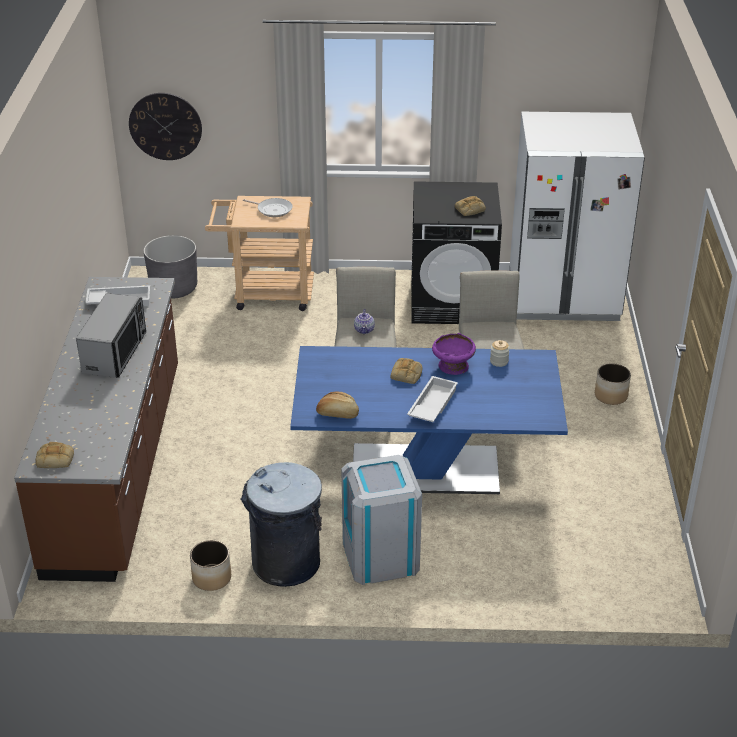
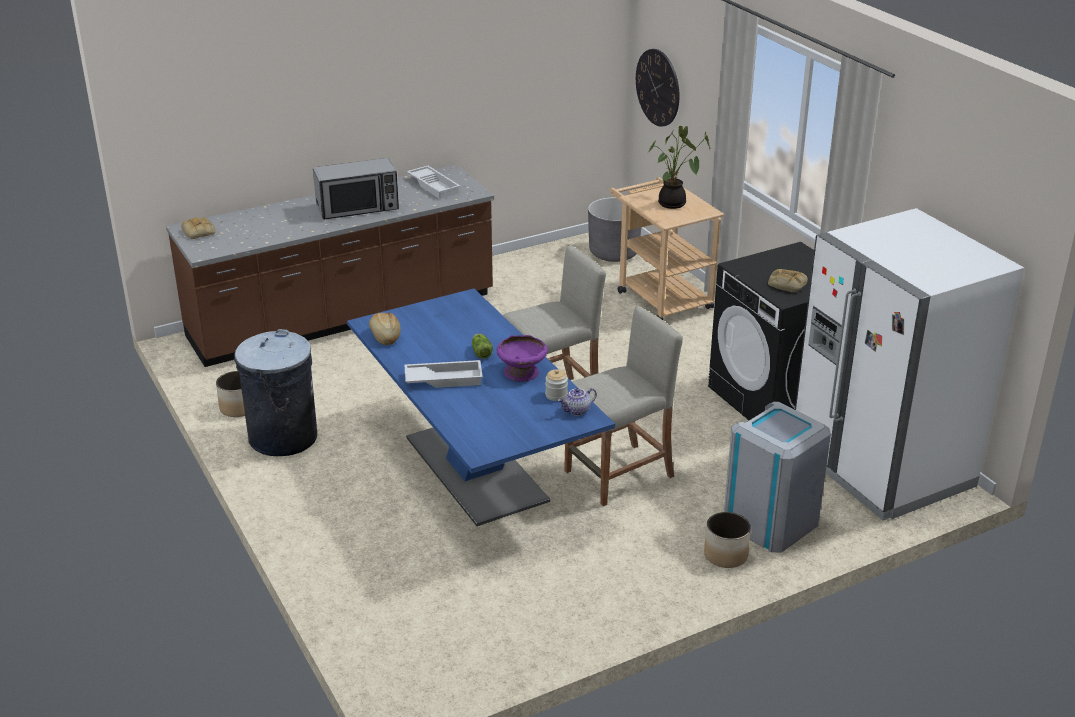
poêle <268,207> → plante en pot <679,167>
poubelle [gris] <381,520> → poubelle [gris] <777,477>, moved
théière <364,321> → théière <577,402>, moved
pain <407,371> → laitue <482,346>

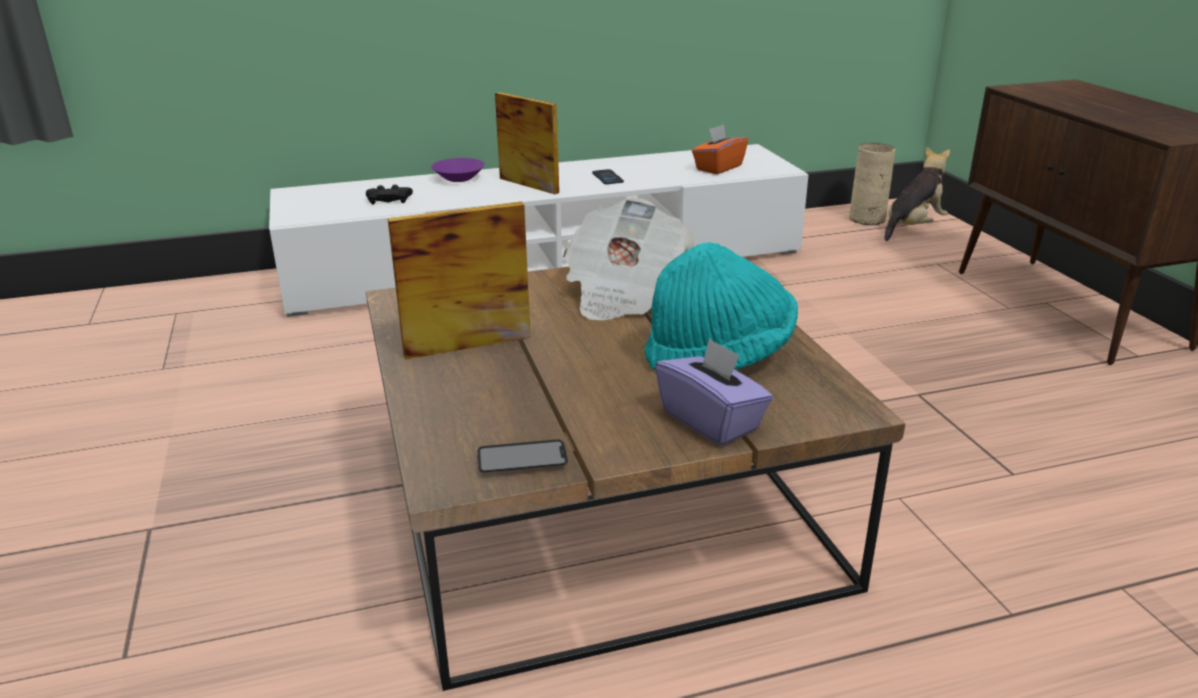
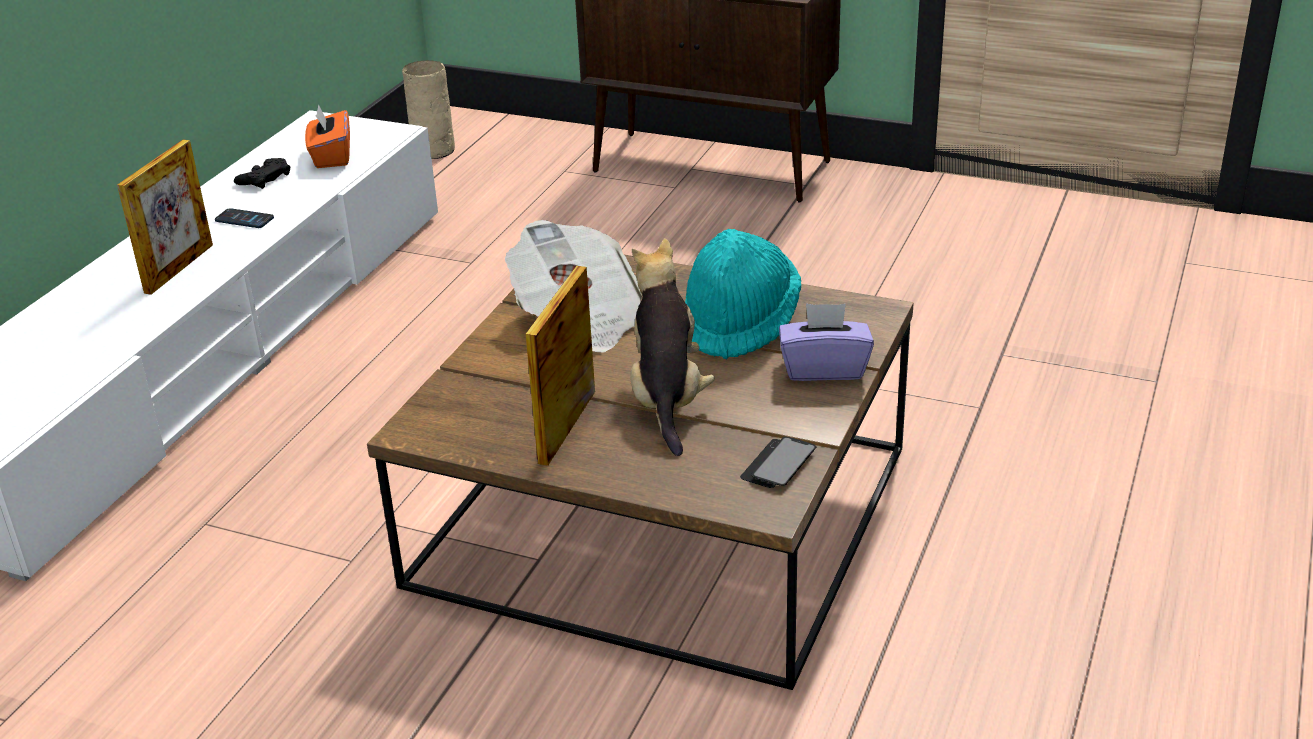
manette [noir] <389,195> → manette [noir] <262,173>, moved
bol [violet] <458,170> → -
cadre photo <527,143> → cadre photo <165,217>, 120 degrees clockwise
peluche <917,193> → peluche <672,347>, moved

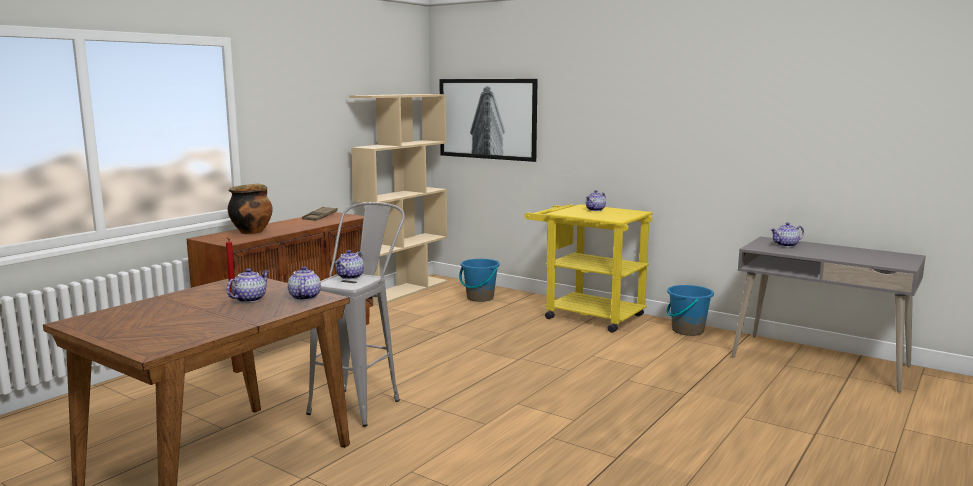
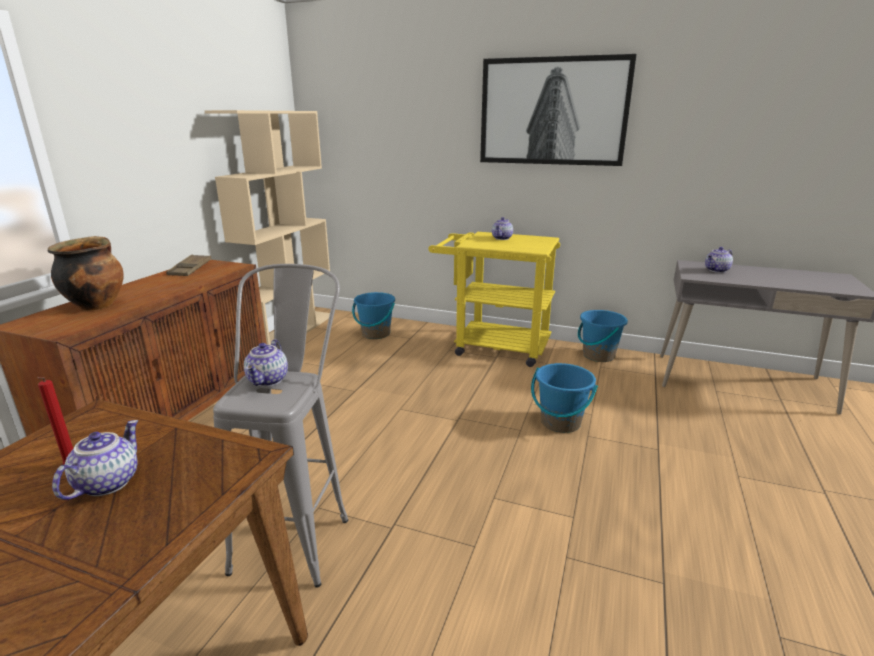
théière <304,283> → -
tableau <488,120> → tableau <558,110>, moved
- → seau [bleu] <564,398>

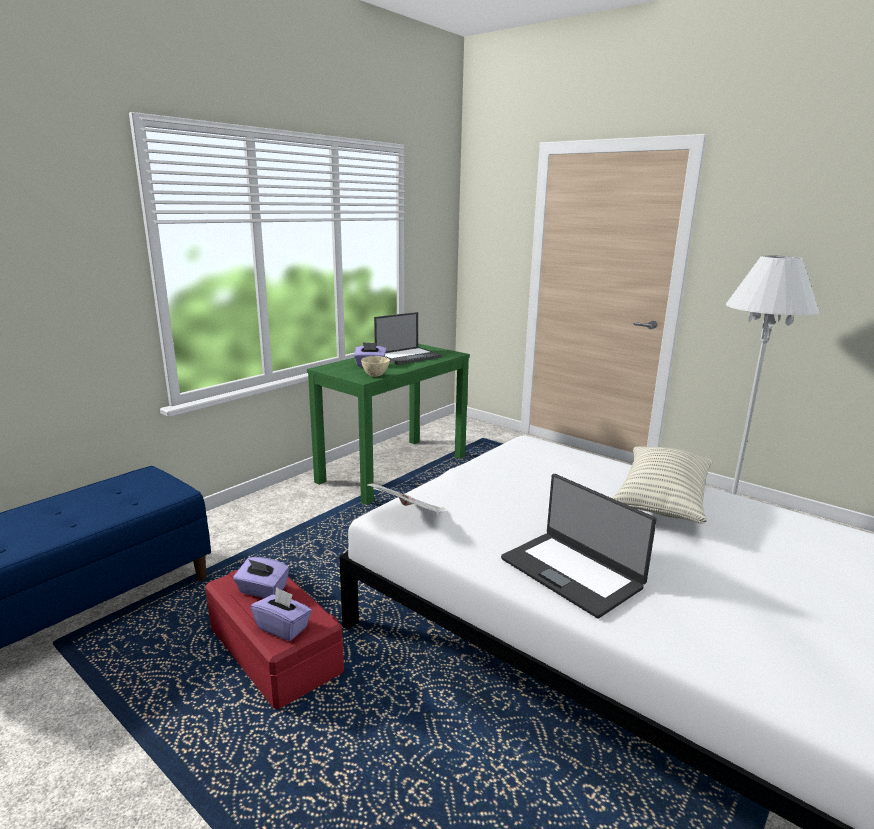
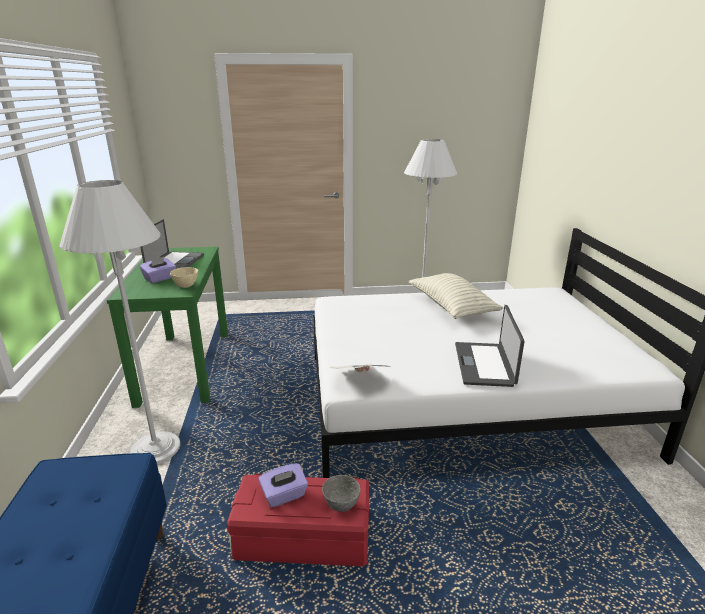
boîte à mouchoirs [violet] <281,614> → bol [gris] <341,493>
ordinateur portable <579,546> → ordinateur portable <490,346>, 90 degrees clockwise
- → lampadaire [blanc] <119,322>

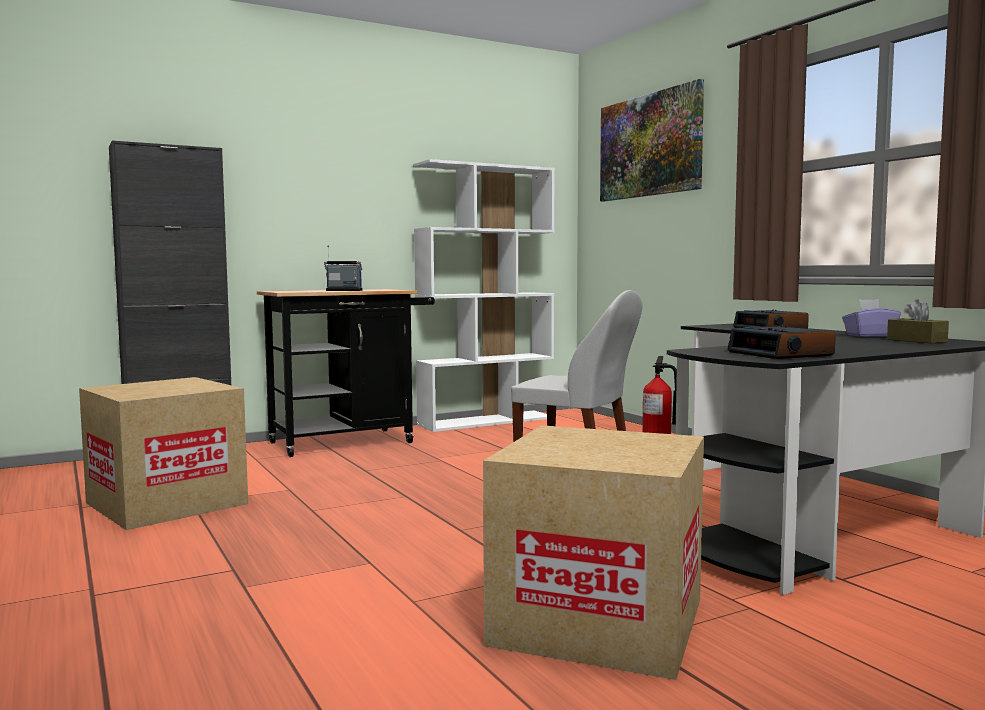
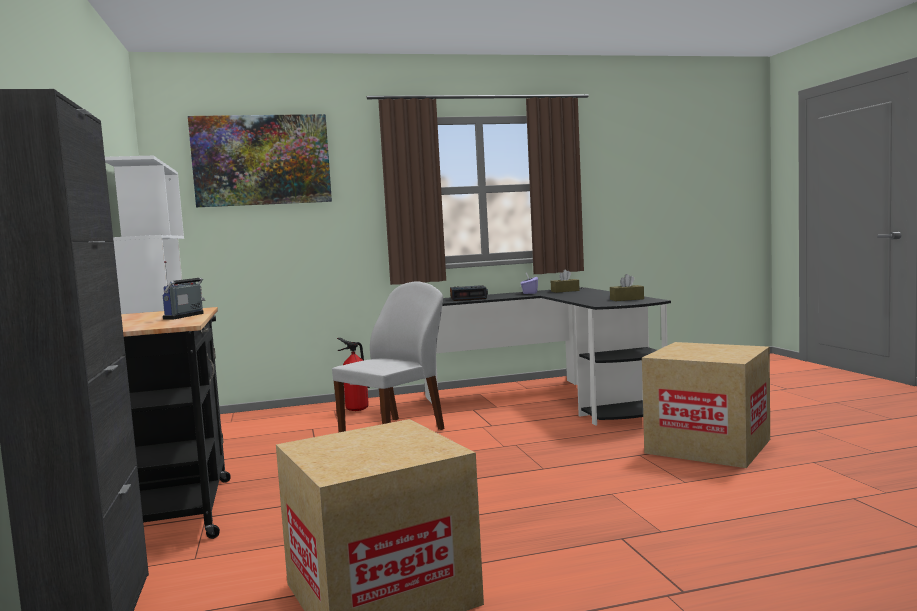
réveil <781,342> → boîte à mouchoirs [marron] <627,287>

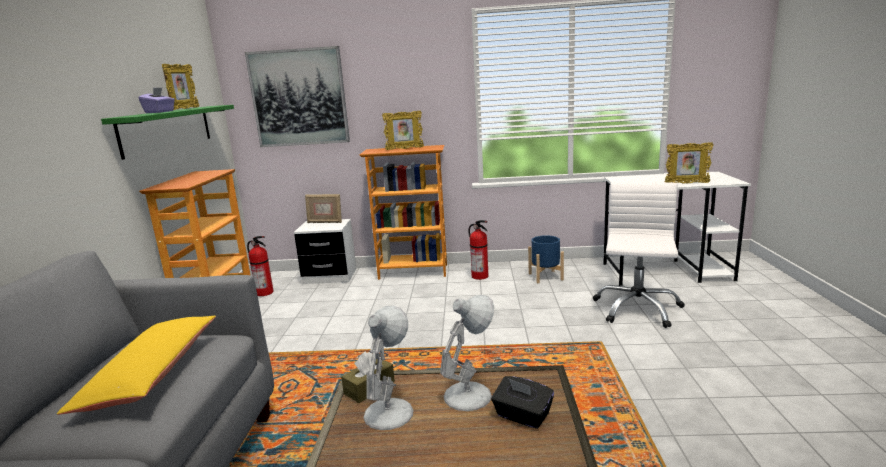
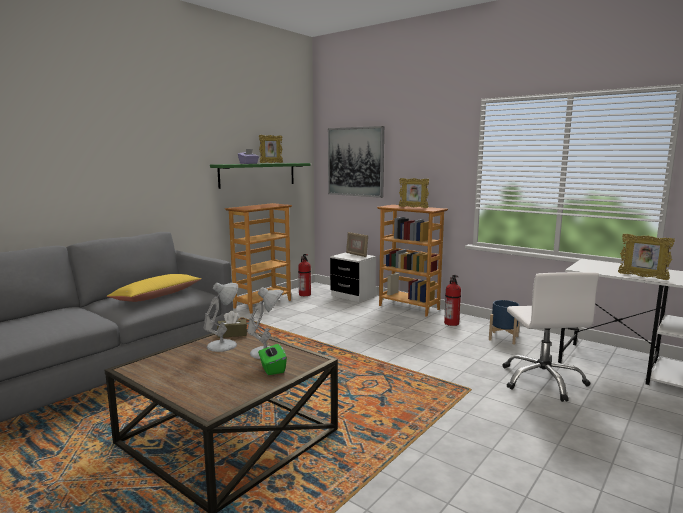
boîte à mouchoirs [noir] <522,402> → boîte à mouchoirs [vert] <272,358>
chaise de bureau [blanc] <639,255> → chaise de bureau [blanc] <550,337>, 120 degrees clockwise

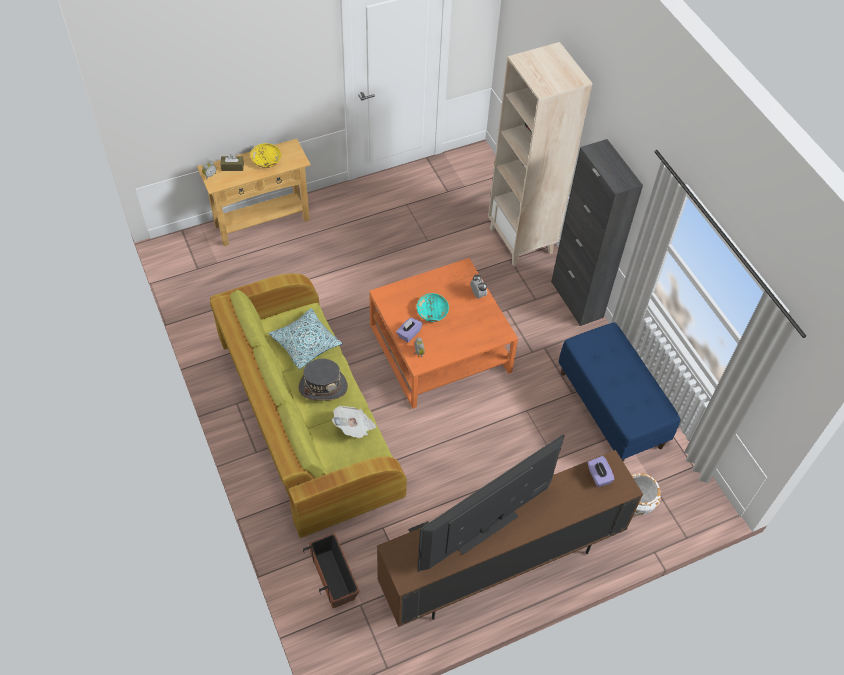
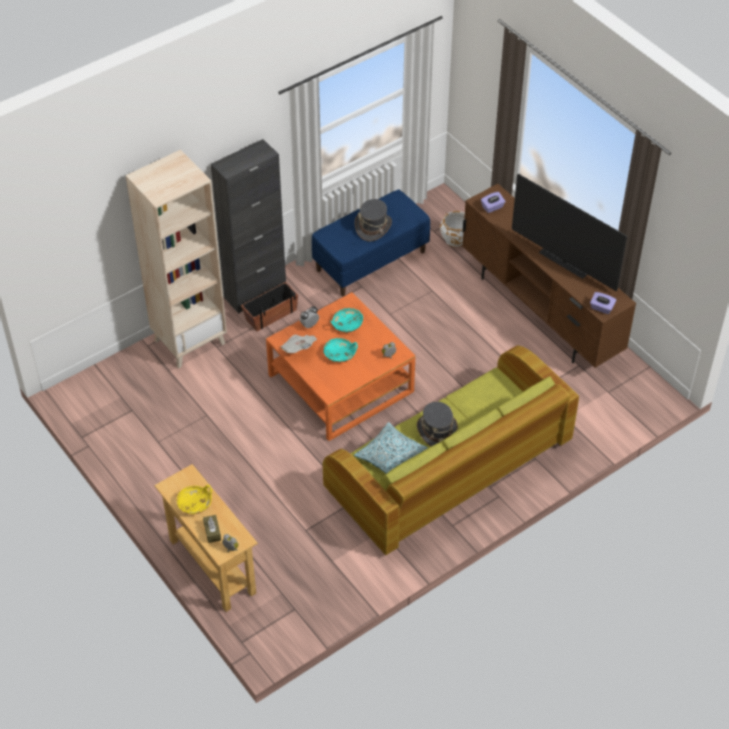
cache-pot <331,570> → cache-pot <269,306>, moved
journal <354,422> → journal <298,344>, moved
boîte à mouchoirs [violet] <409,330> → boîte à mouchoirs [violet] <603,303>, moved
- → bol [turquoise] <346,320>
- → chapeau [gris] <373,220>

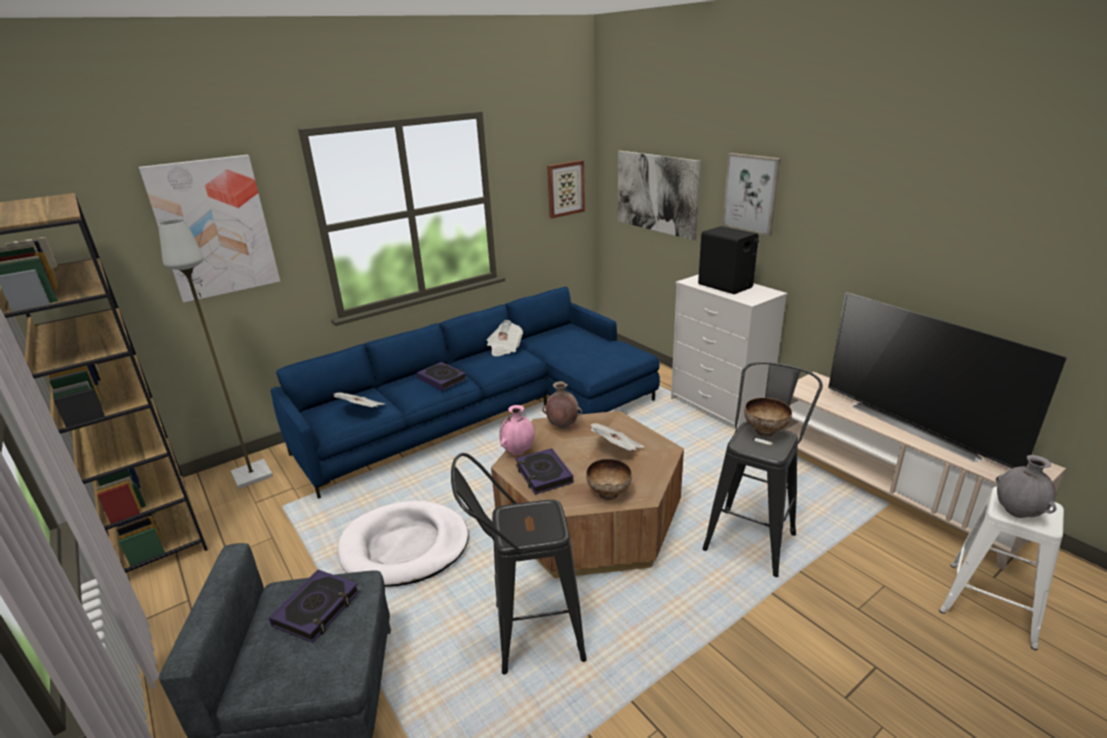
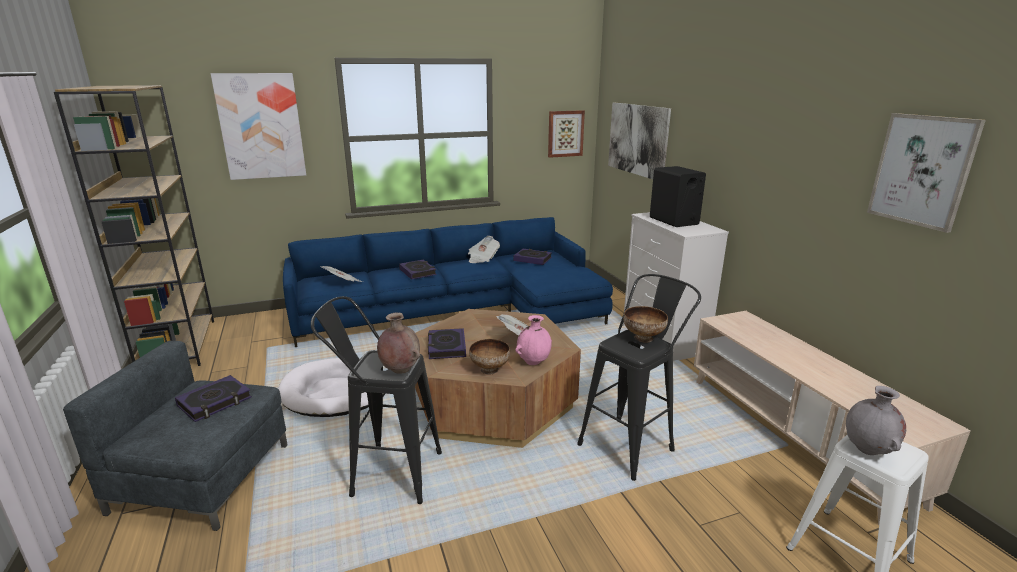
lampadaire [gris] <215,354> → -
vase [rose] <517,430> → vase [rose] <533,340>, moved
vase [marron] <562,405> → vase [marron] <398,343>, moved
tableau <751,194> → tableau <926,173>, moved
téléviseur <947,380> → -
- → livre <532,257>

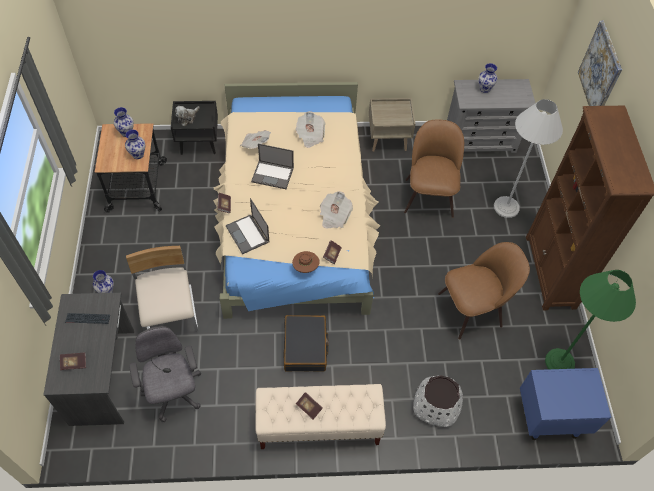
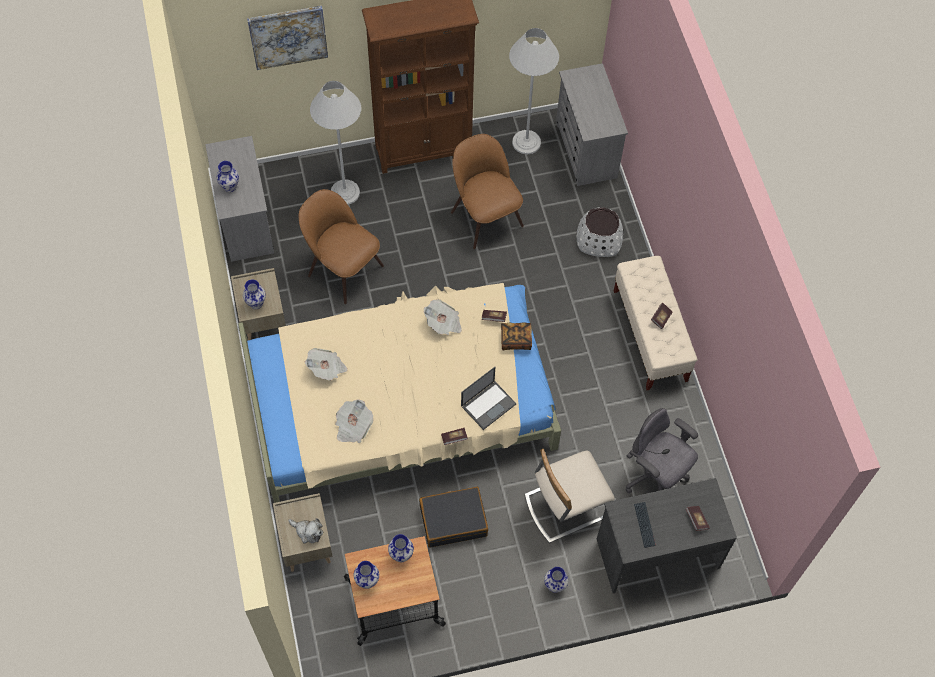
chaise de bureau [gris] <165,374> → chaise de bureau [gris] <662,450>, 75 degrees clockwise
table de chevet [noir] <194,128> → table de chevet [beige] <303,532>
ordinateur portable <272,166> → -
valise [noir] <306,343> → valise [noir] <453,517>, moved
chapeau [marron] <306,262> → livre <516,336>
chaise [marron] <434,168> → chaise [marron] <341,246>, 45 degrees clockwise
table de chevet [bleu] <565,404> → commode [gris] <592,124>
lampadaire [vert] <590,319> → lampadaire [blanc] <534,91>
- → vase <254,294>

